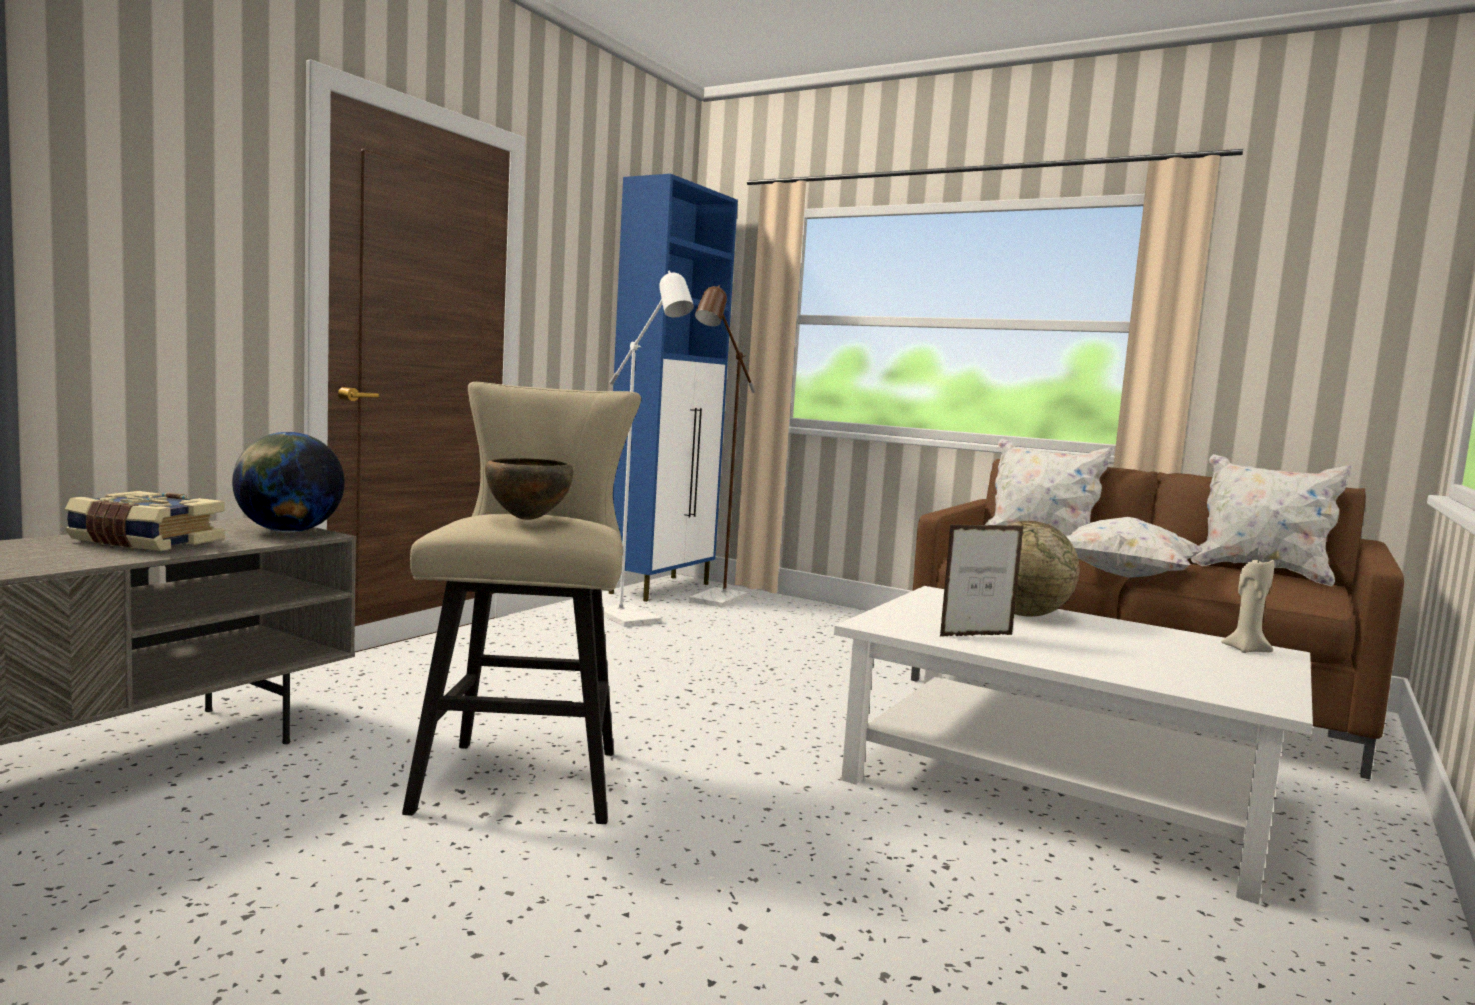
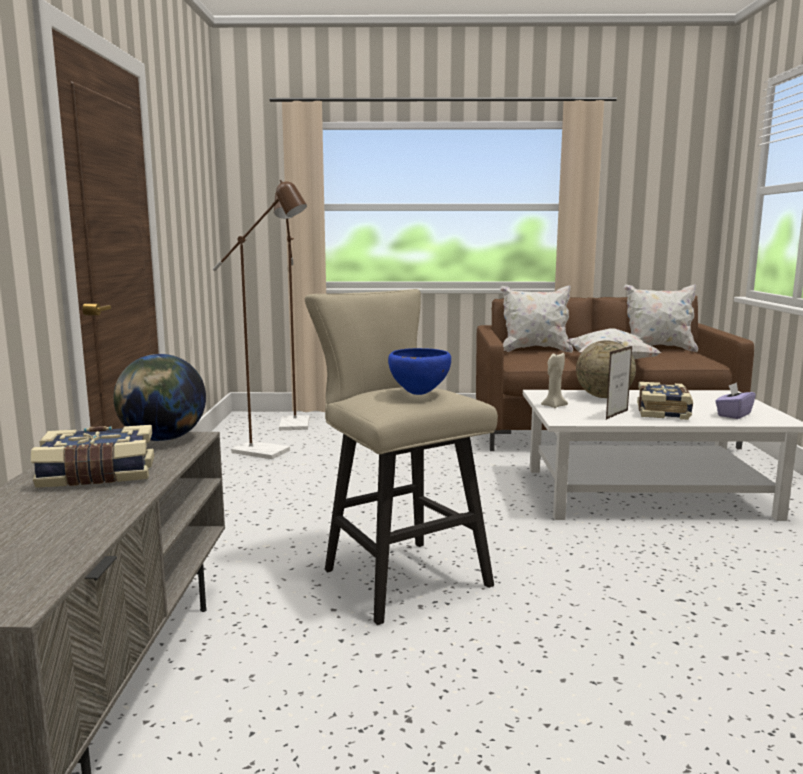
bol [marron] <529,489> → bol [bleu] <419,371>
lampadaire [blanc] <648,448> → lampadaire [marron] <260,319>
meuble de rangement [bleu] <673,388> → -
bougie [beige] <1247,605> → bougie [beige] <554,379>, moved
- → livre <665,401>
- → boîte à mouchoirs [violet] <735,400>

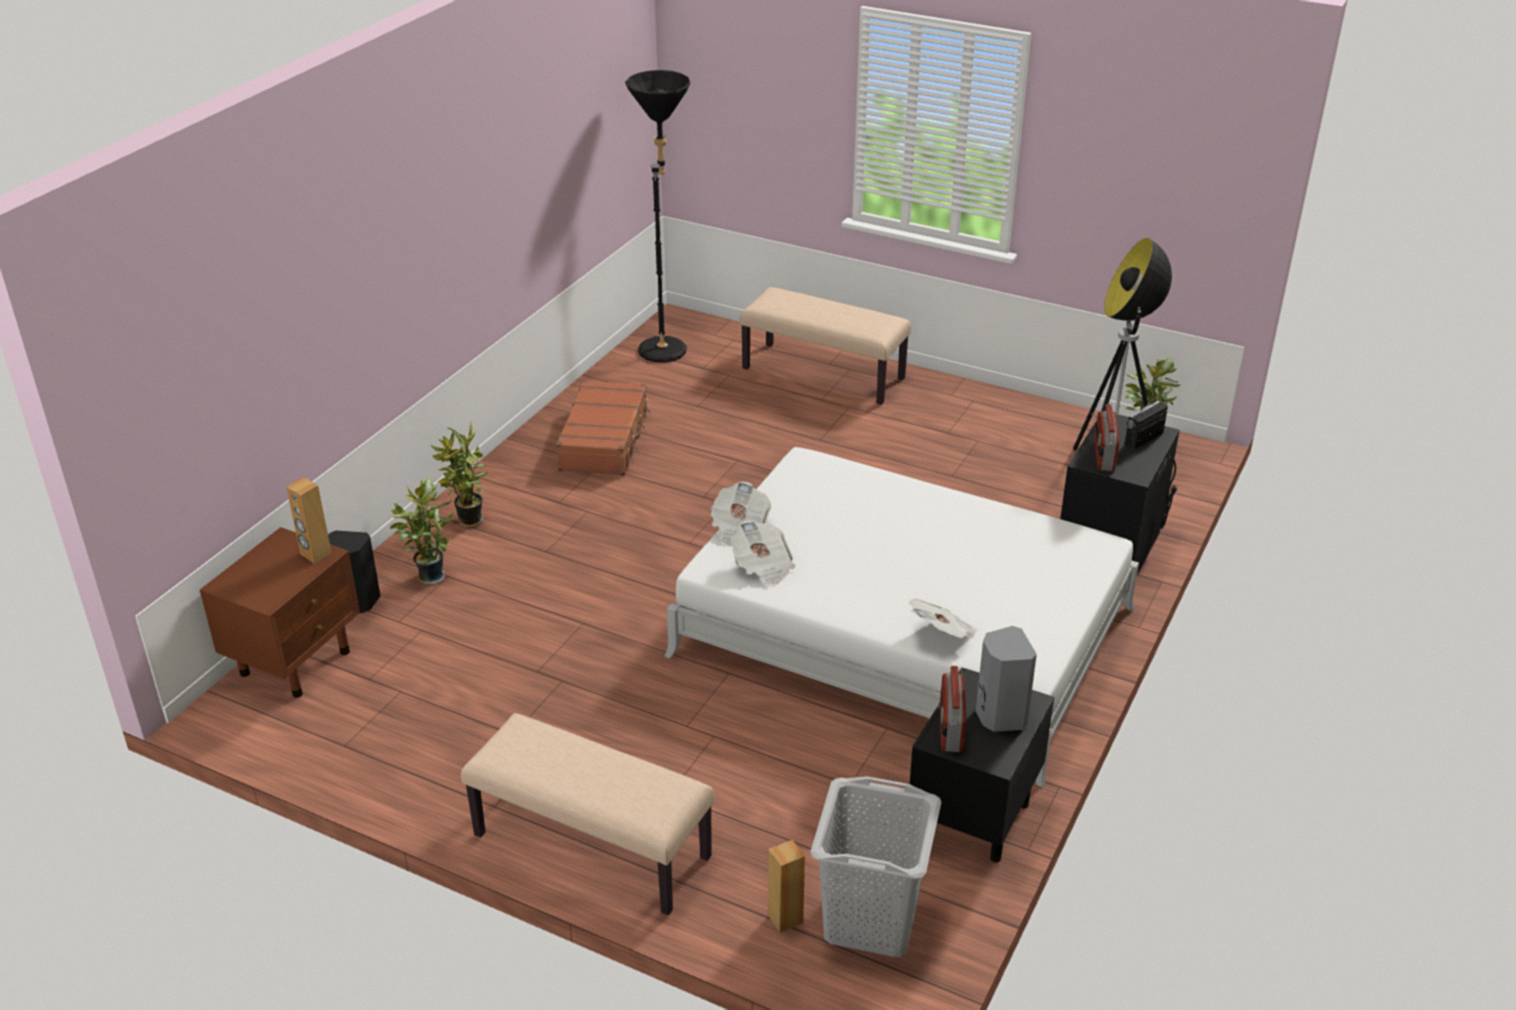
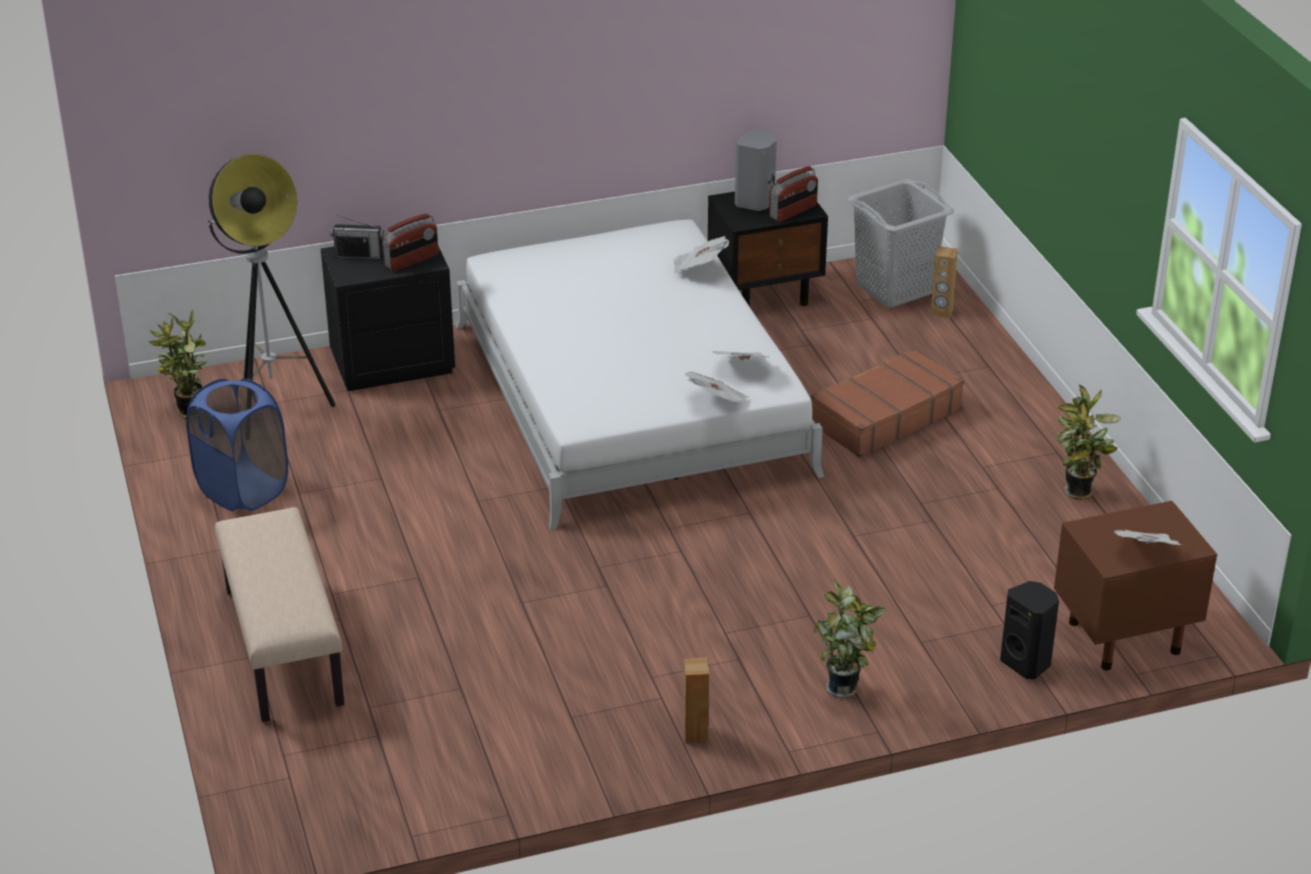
enceinte [marron] <309,520> → enceinte [marron] <696,700>, moved
plante en pot <422,531> → plante en pot <1089,442>, moved
banc [beige] <587,814> → -
valise [marron] <603,428> → valise [marron] <887,403>, moved
lampadaire [noir] <657,216> → -
- → panier à linge [bleu] <237,444>
- → journal <1148,537>

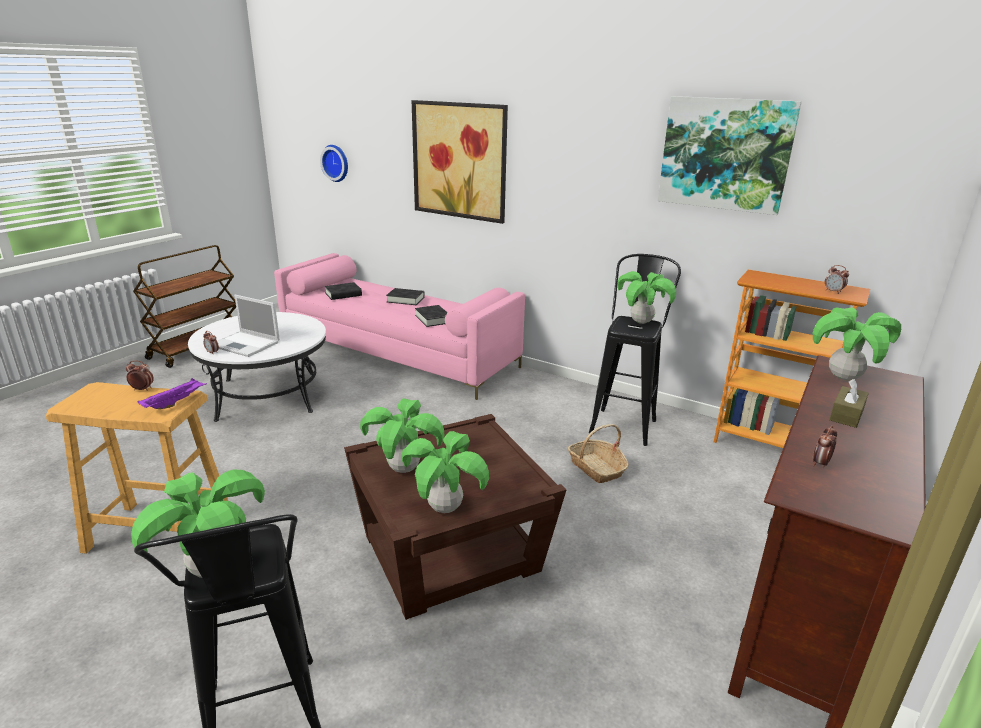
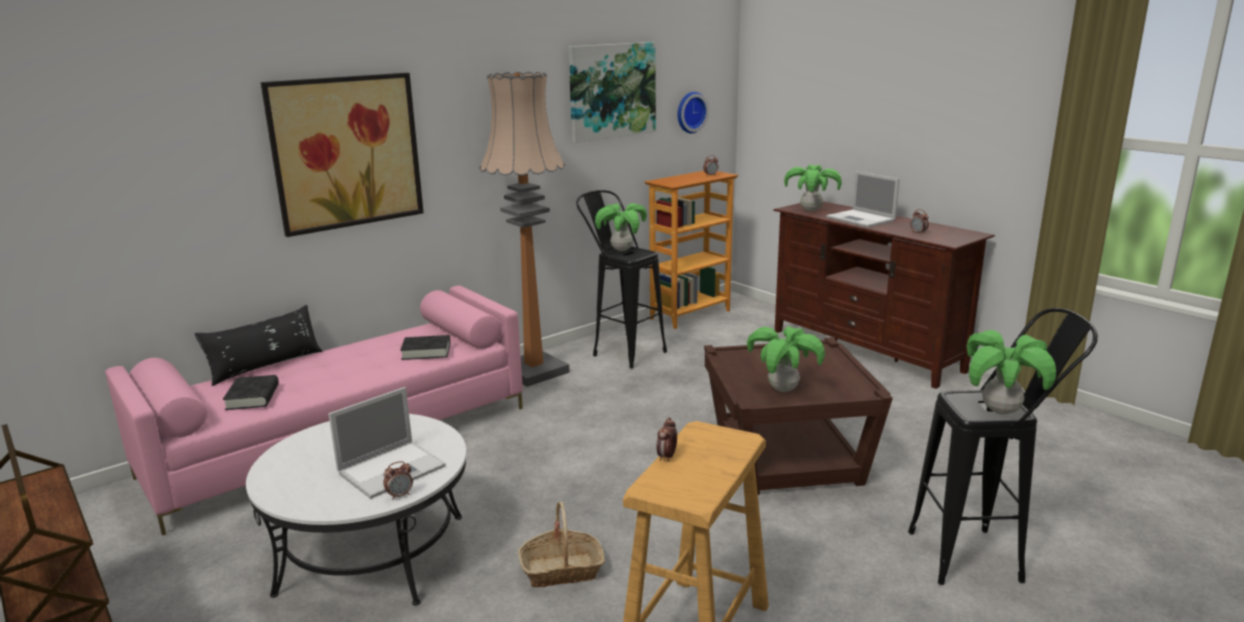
plateau [violet] <172,393> → -
horloge murale <334,163> → horloge murale <693,112>, moved
livre [noir] <405,296> → -
plante en pot <445,472> → -
panier <597,453> → panier <561,544>, moved
boîte à mouchoirs [marron] <849,403> → ordinateur portable <863,199>
- → coussin [noir] <258,345>
- → lampadaire <524,229>

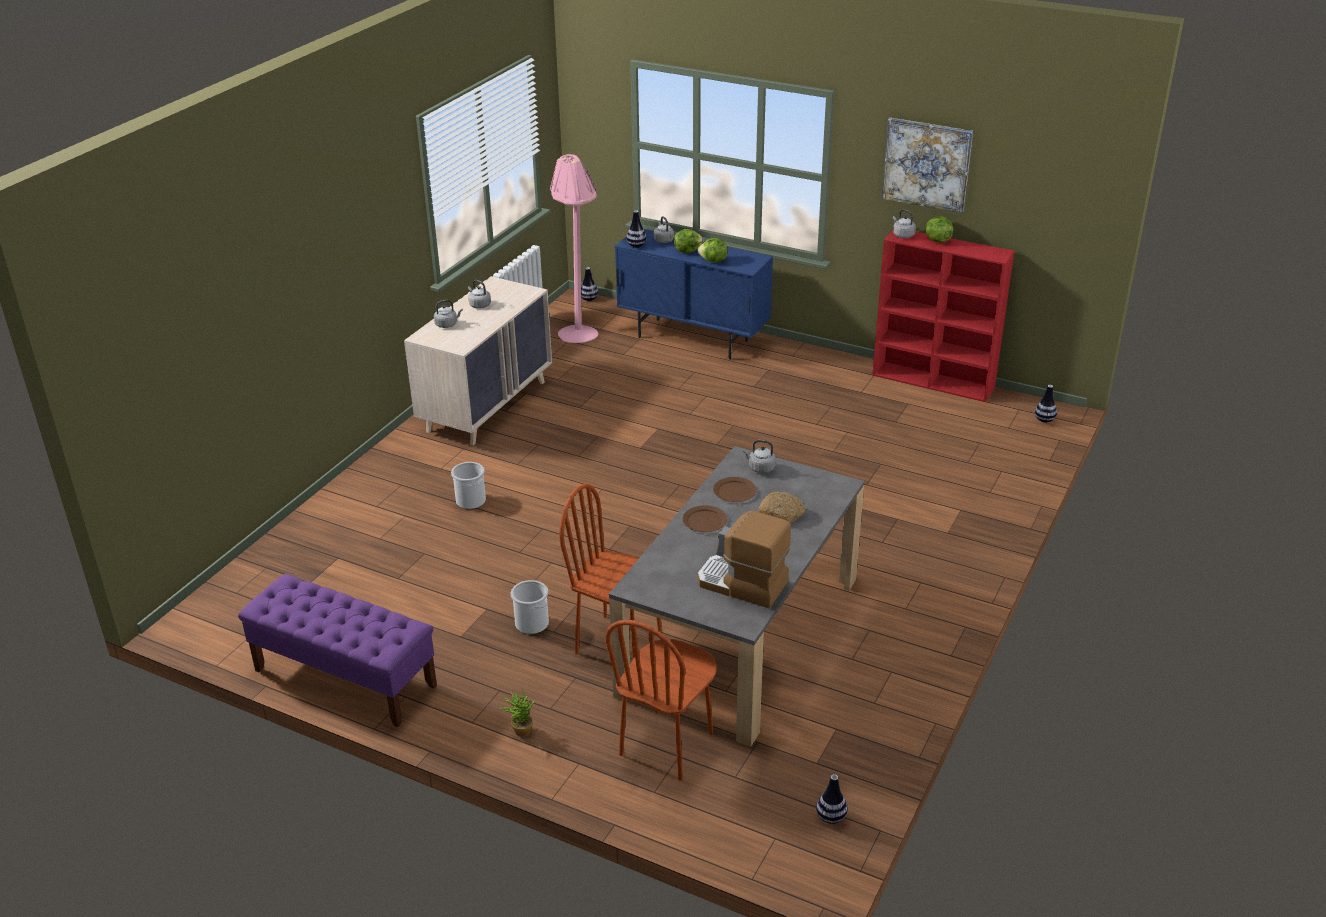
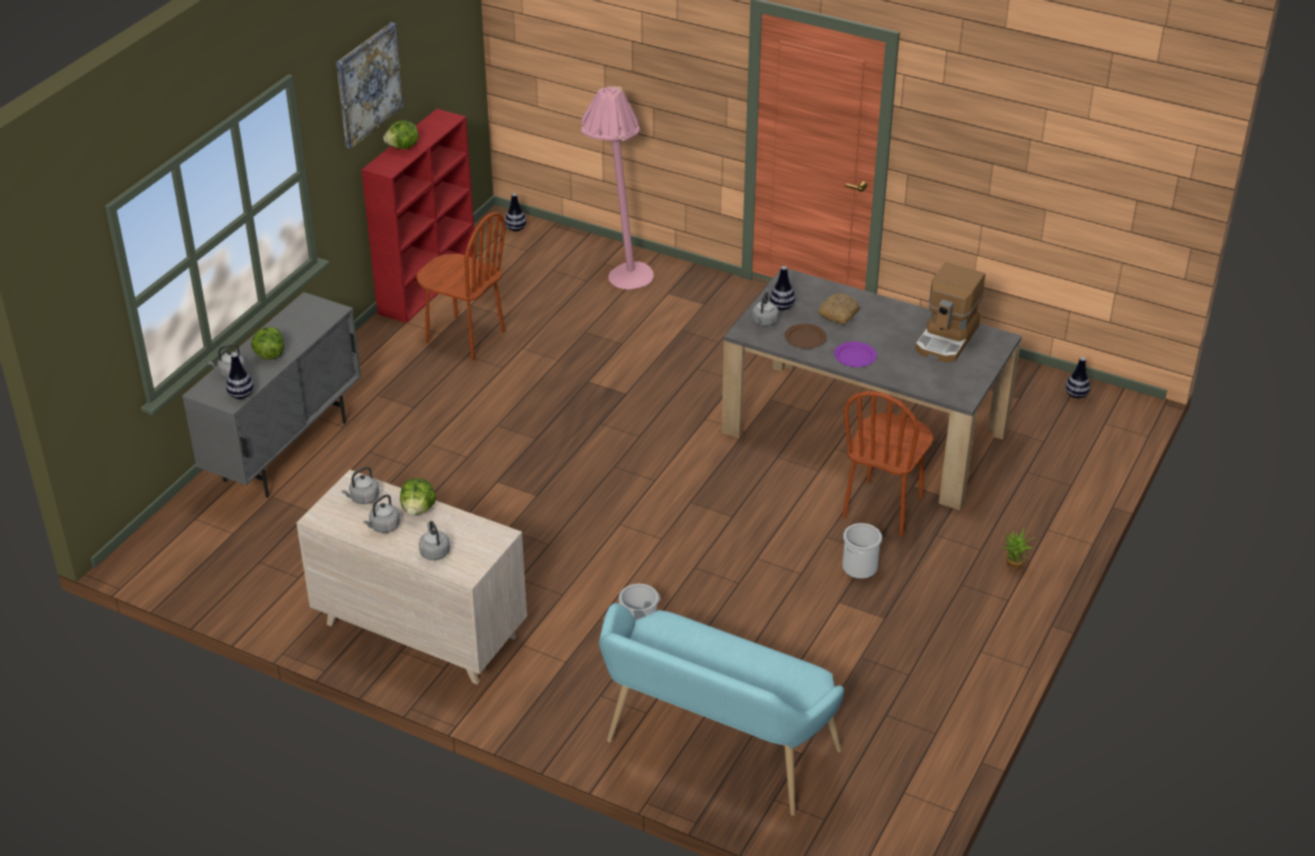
banc [violet] <337,650> → -
lampadaire [rose] <574,248> → lampadaire [rose] <617,187>, moved
vase <589,284> → vase <782,288>, moved
chaise [marron] <661,700> → chaise [marron] <460,286>, moved
meuble de rangement [bleu] <694,295> → meuble de rangement [gris] <271,395>
assiette [marron] <705,518> → assiette [violet] <855,354>
laitue <712,250> → laitue <418,497>, moved
bouilloire [gris] <904,223> → bouilloire [gris] <360,485>, moved
- → banc [turquoise] <721,709>

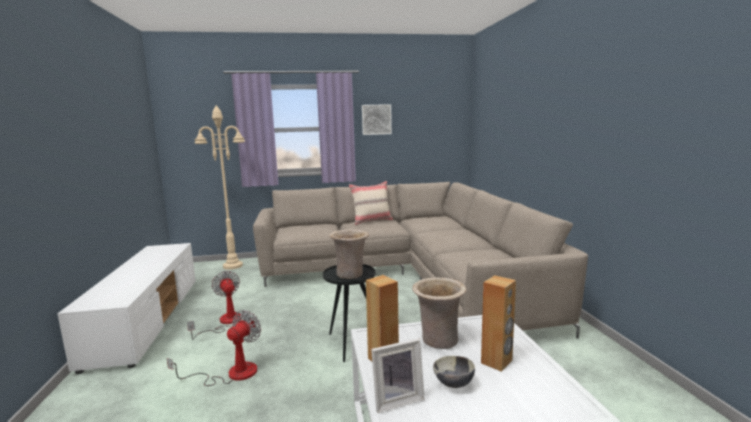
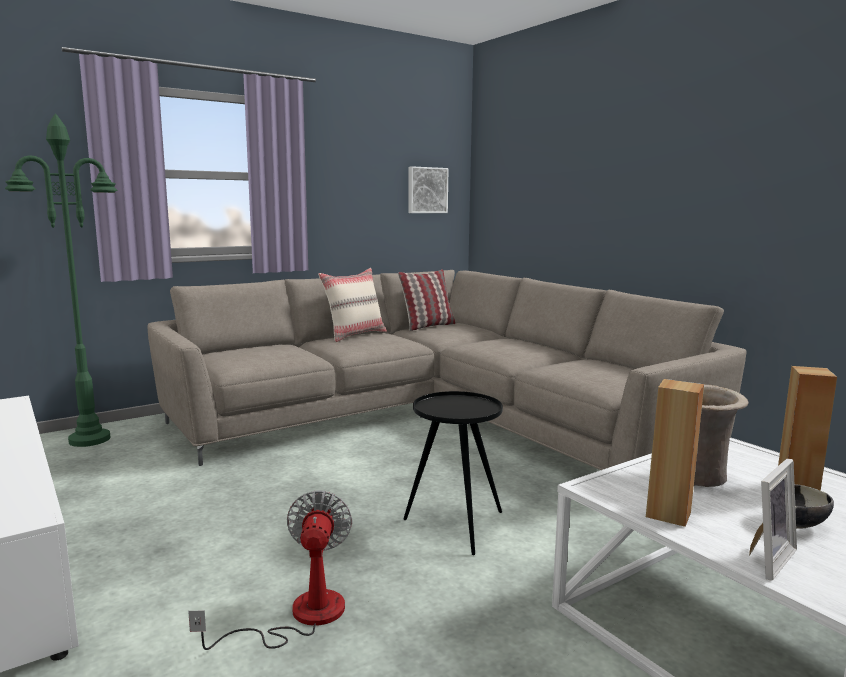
ventilateur <214,305> → -
lampadaire [beige] <219,187> → lampadaire [vert] <61,280>
vase [beige] <349,254> → -
tableau <377,119> → tableau <428,189>, moved
- → coussin <426,300>

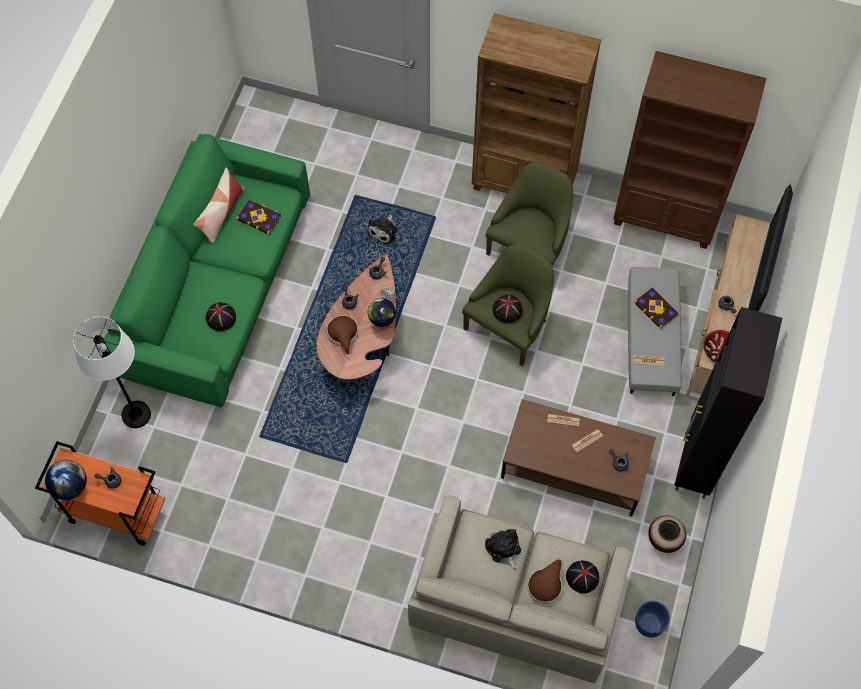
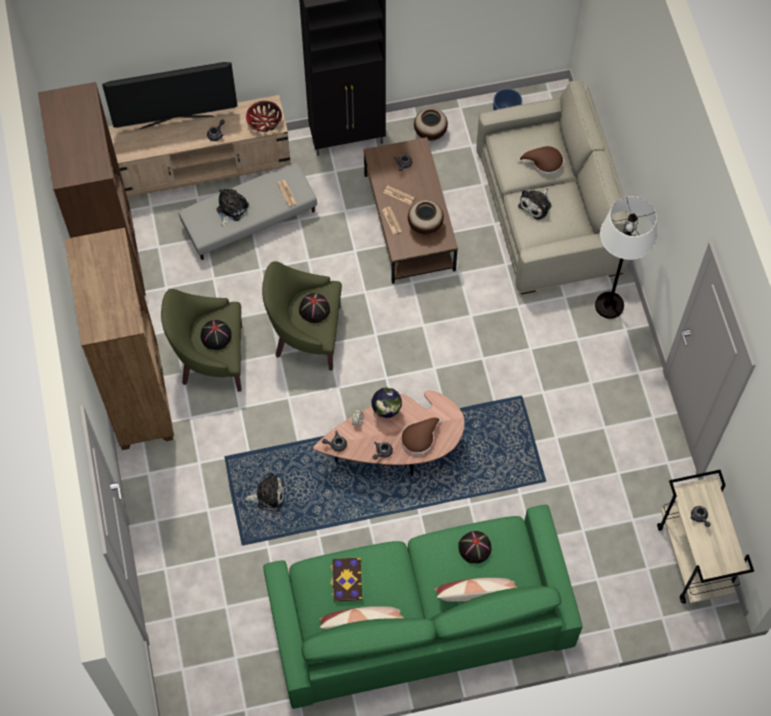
chariot [orange] <100,493> → chariot [beige] <705,537>
globe <66,480> → -
lampadaire [blanc] <112,372> → lampadaire [blanc] <626,257>, moved
chapeau [noir] <582,577> → chapeau [noir] <216,335>, moved
livre <656,308> → peluche <233,207>
- → vase <426,217>
- → coussin <475,589>

